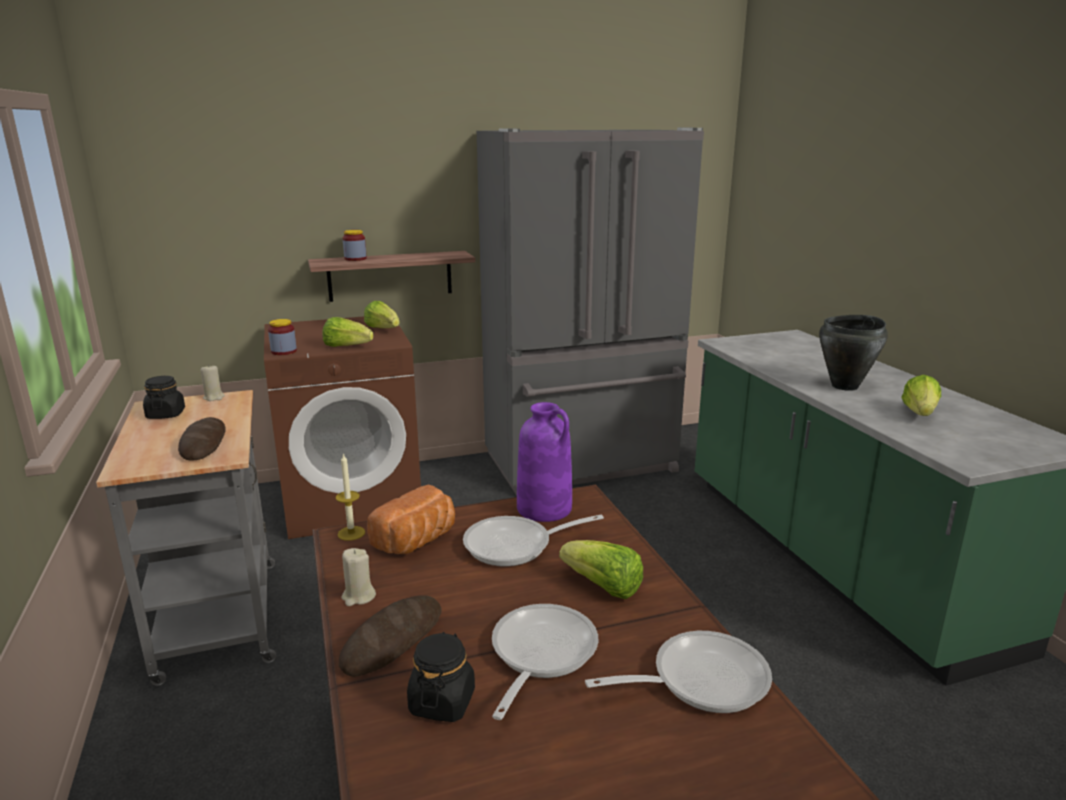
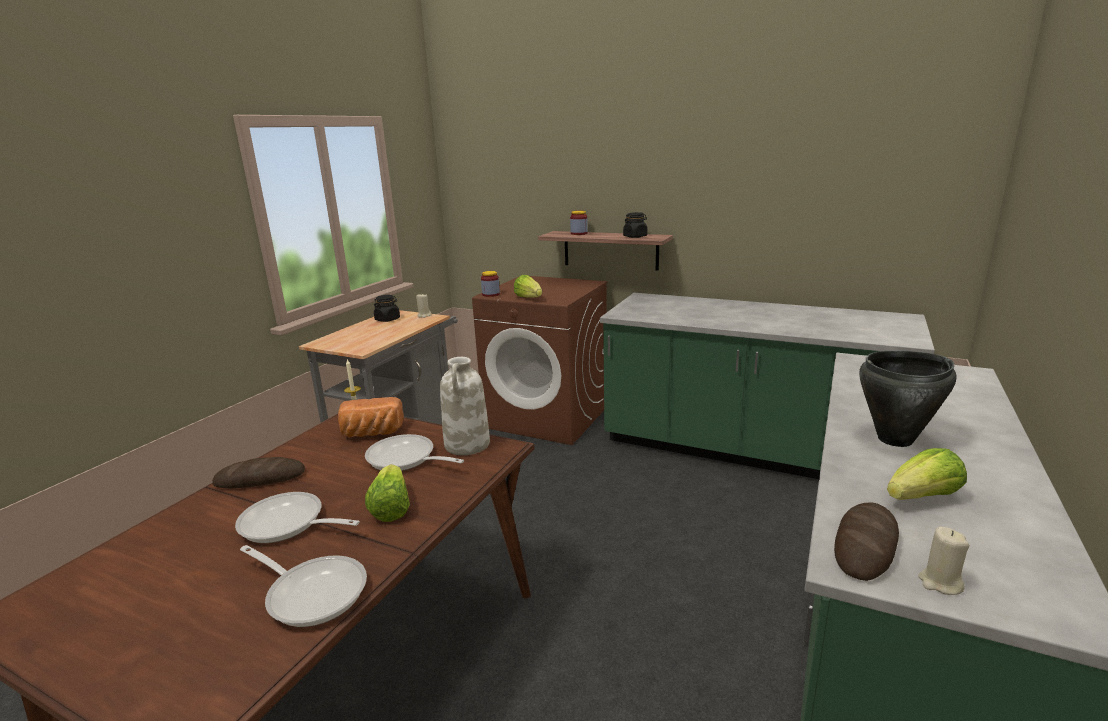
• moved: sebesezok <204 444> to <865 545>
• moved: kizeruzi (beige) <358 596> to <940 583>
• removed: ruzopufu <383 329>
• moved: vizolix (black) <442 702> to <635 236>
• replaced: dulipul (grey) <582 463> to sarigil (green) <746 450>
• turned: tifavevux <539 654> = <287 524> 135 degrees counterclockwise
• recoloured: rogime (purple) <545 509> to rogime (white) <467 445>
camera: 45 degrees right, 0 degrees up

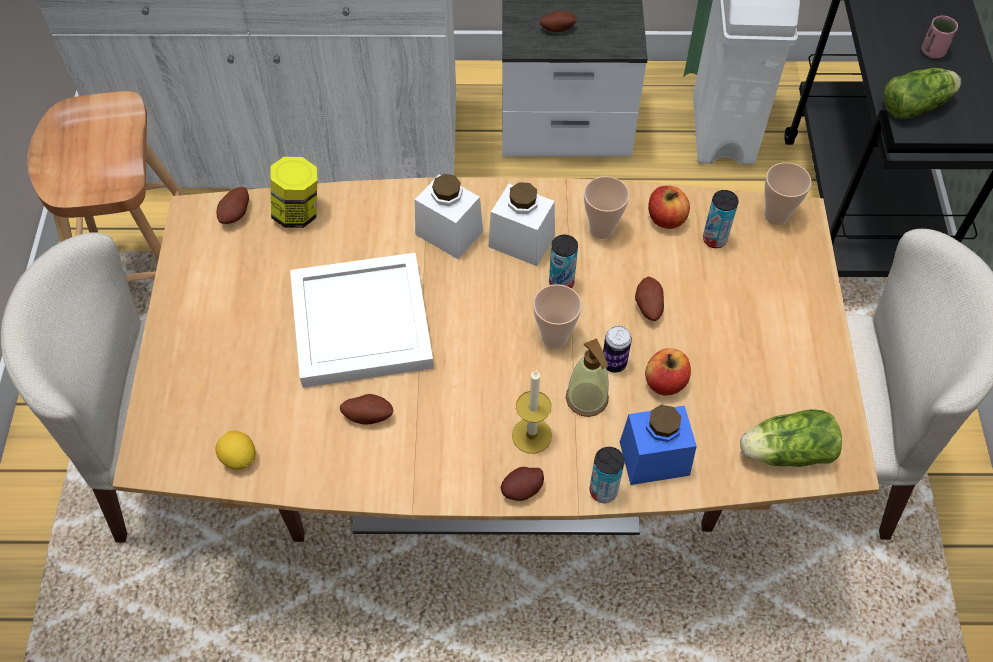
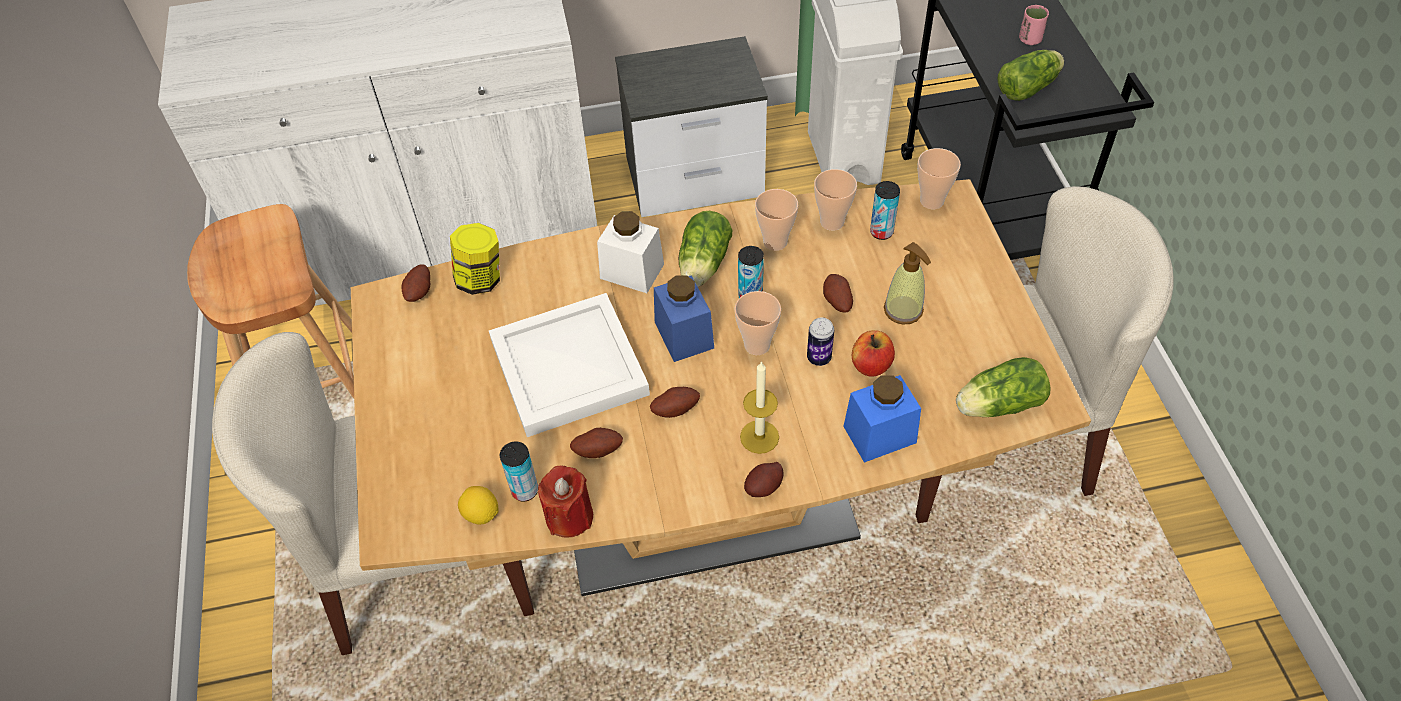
• replaced: vizolix (white) <521 241> to ruzopufu <702 266>
• moved: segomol <557 28> to <675 409>
• moved: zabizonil <587 399> to <903 310>
• moved: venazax <603 491> to <525 490>
• replaced: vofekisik <666 218> to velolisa <832 222>
• added: kizeruzi (red) <569 516>
• added: vizolix (blue) <684 335>
camera: 10 degrees left, 5 degrees down

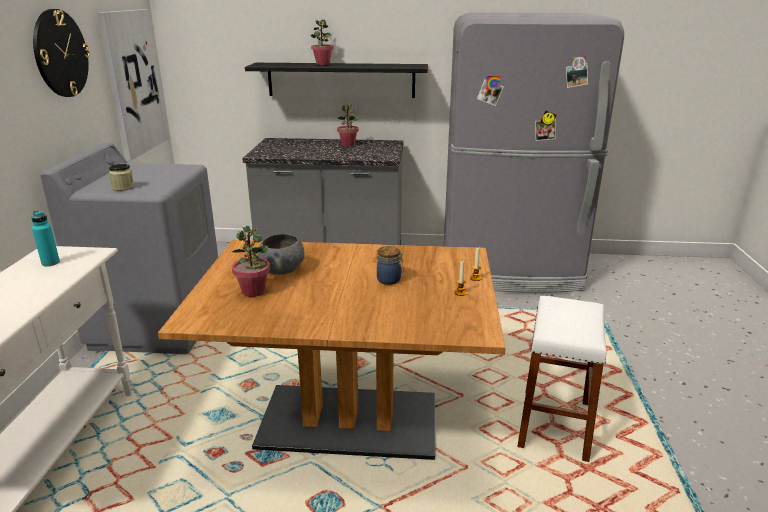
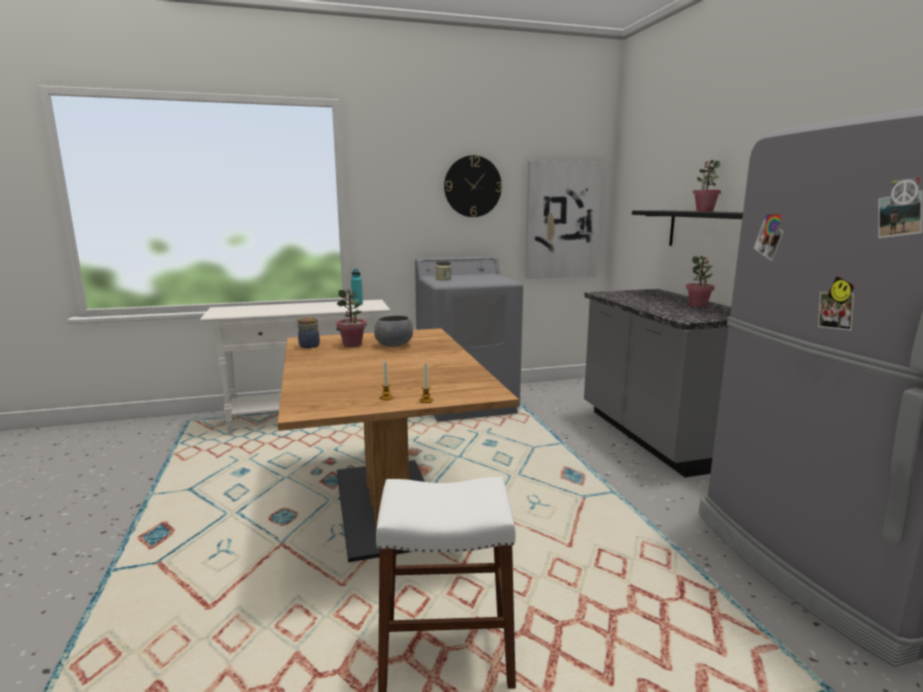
• moved: vizolix <390 280> to <309 346>
camera: 70 degrees right, 10 degrees down

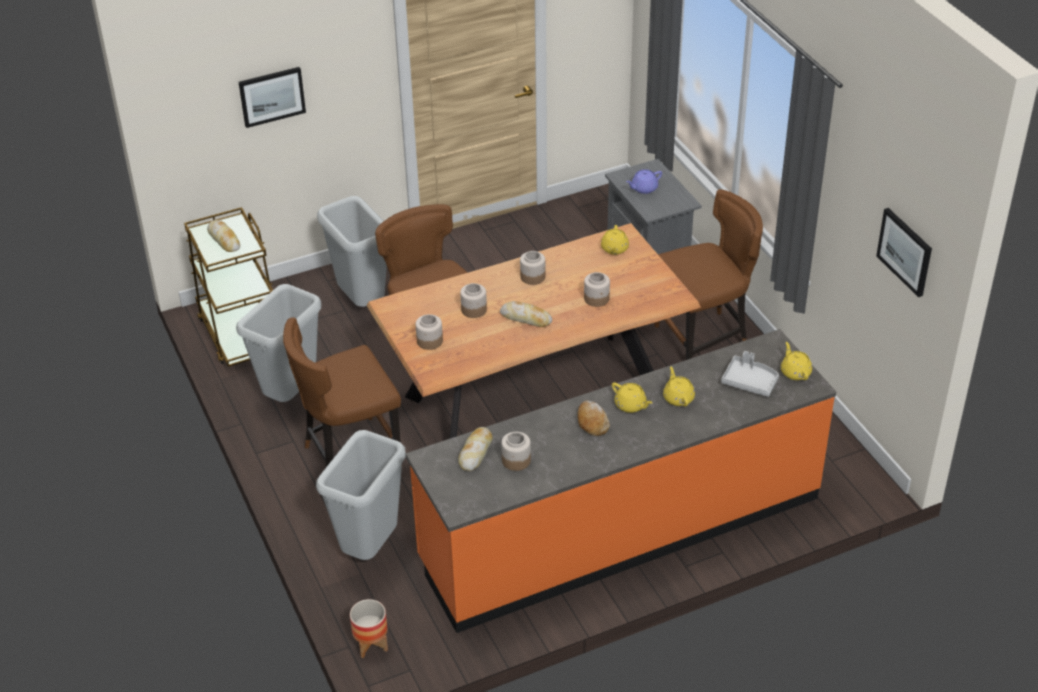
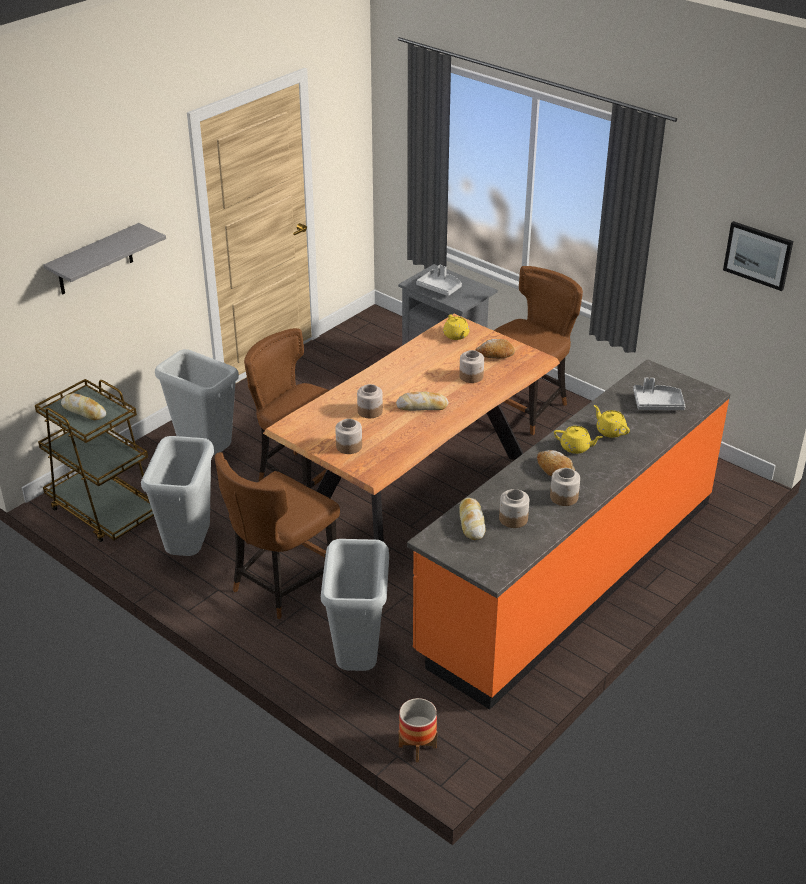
• replaced: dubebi <272 96> to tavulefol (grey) <95 260>
• moved: vizolix <533 277> to <564 497>
• replaced: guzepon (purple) <643 188> to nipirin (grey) <440 287>
• removed: guzepon (yellow) <795 372>
• added: sebesezok <495 354>
camera: 25 degrees left, 5 degrees down

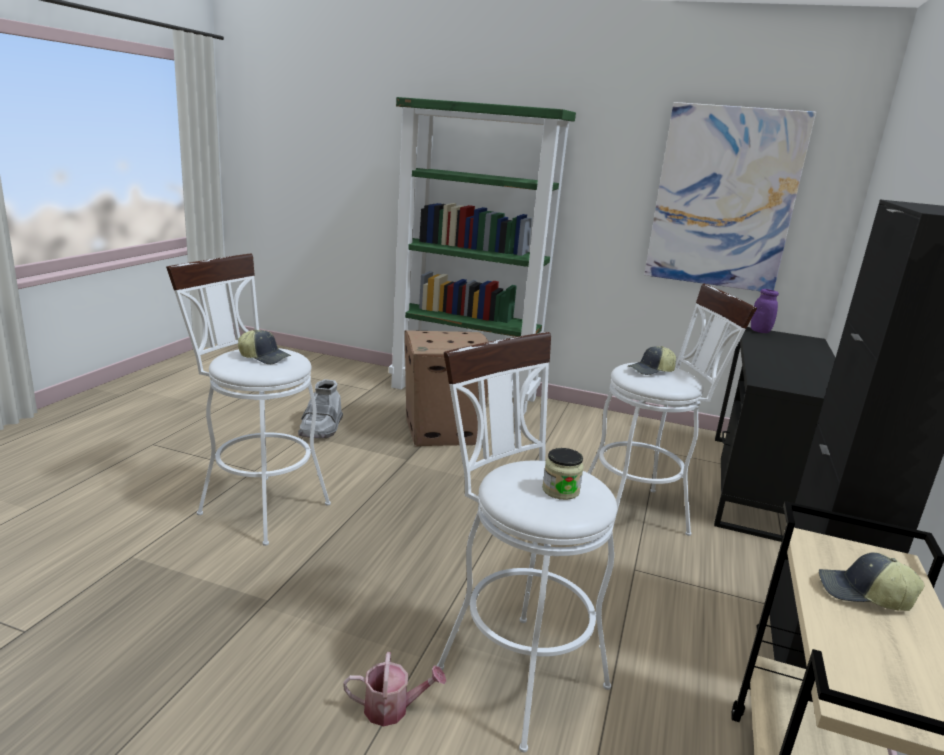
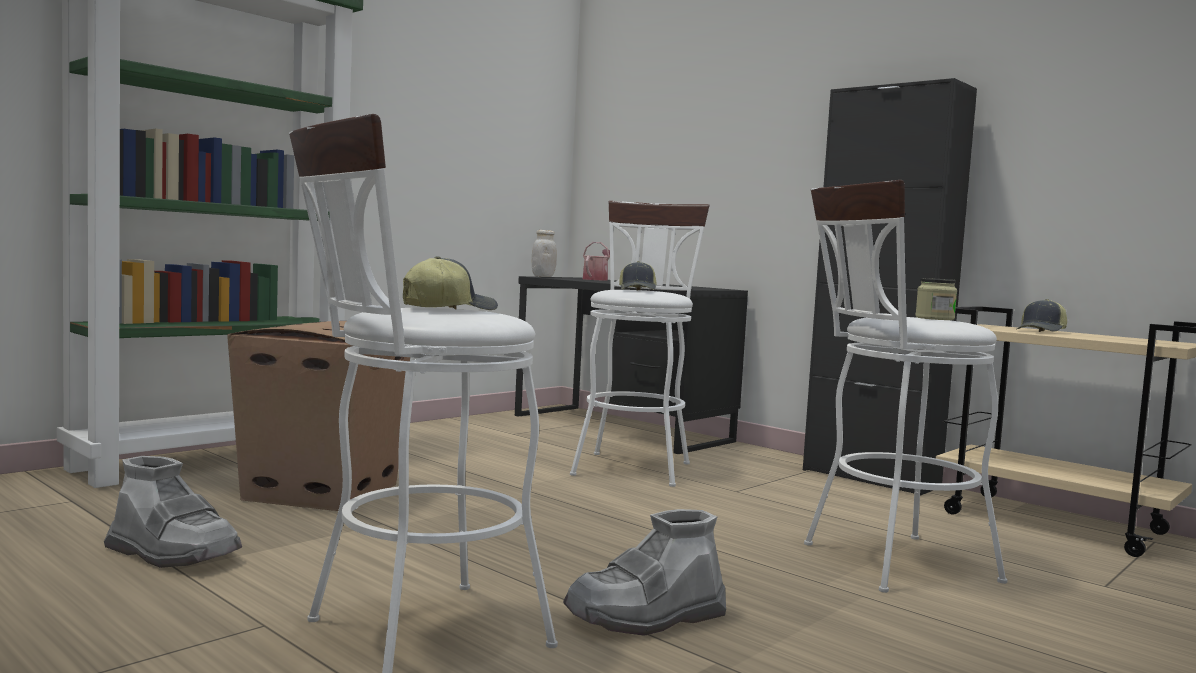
• moved: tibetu <392 708> to <596 279>
• removed: dubebi <724 198>
• recoloured: vizolix (purple) <760 331> to vizolix (white) <543 276>
• added: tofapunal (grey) <646 617>
camera: 65 degrees left, 15 degrees down

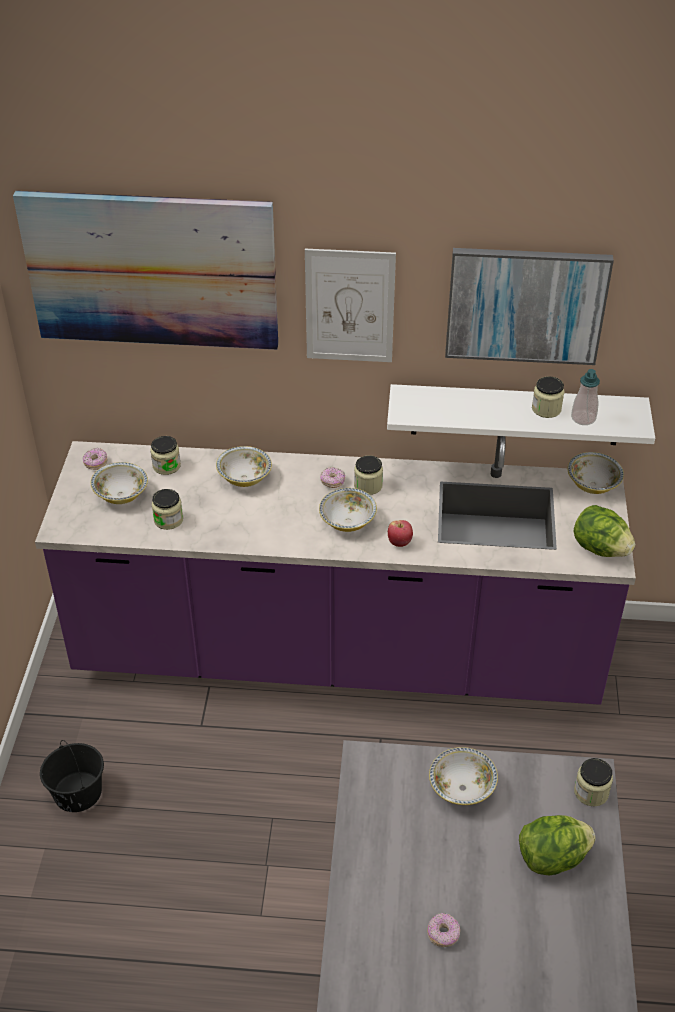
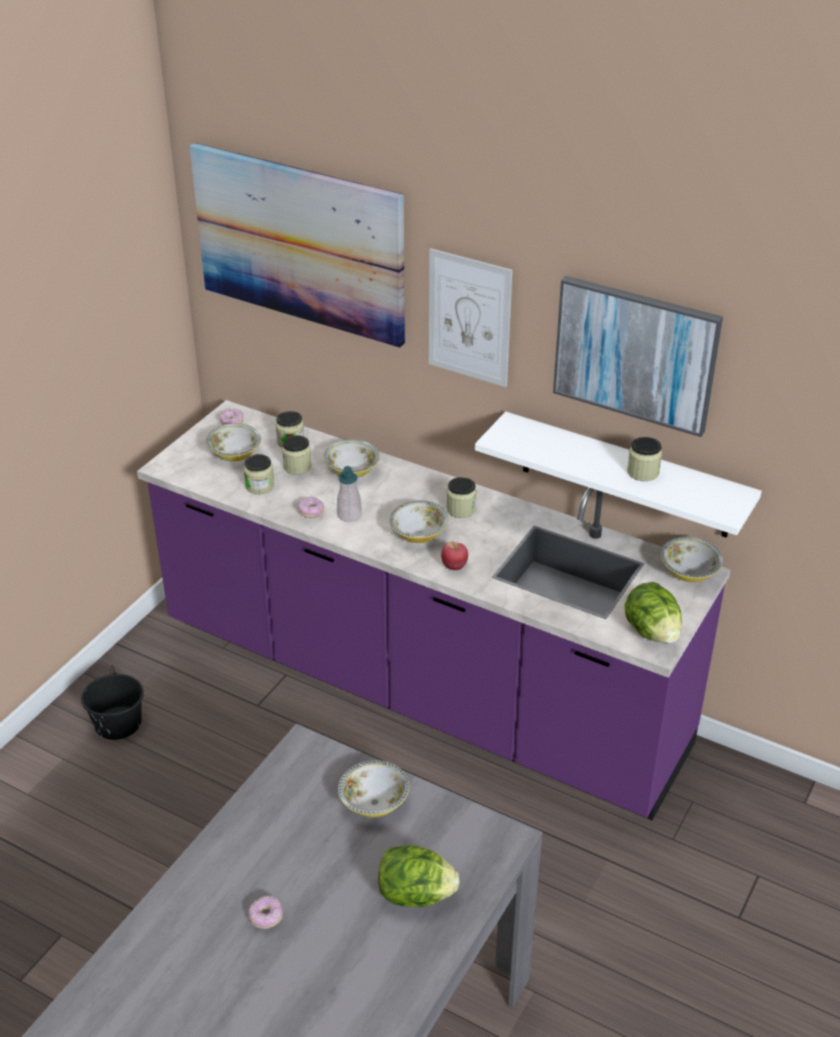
• moved: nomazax <332 482> to <311 512>
• moved: zabizonil <583 418> to <349 515>
• moved: vizolix <591 792> to <297 466>
camera: 25 degrees right, 5 degrees down

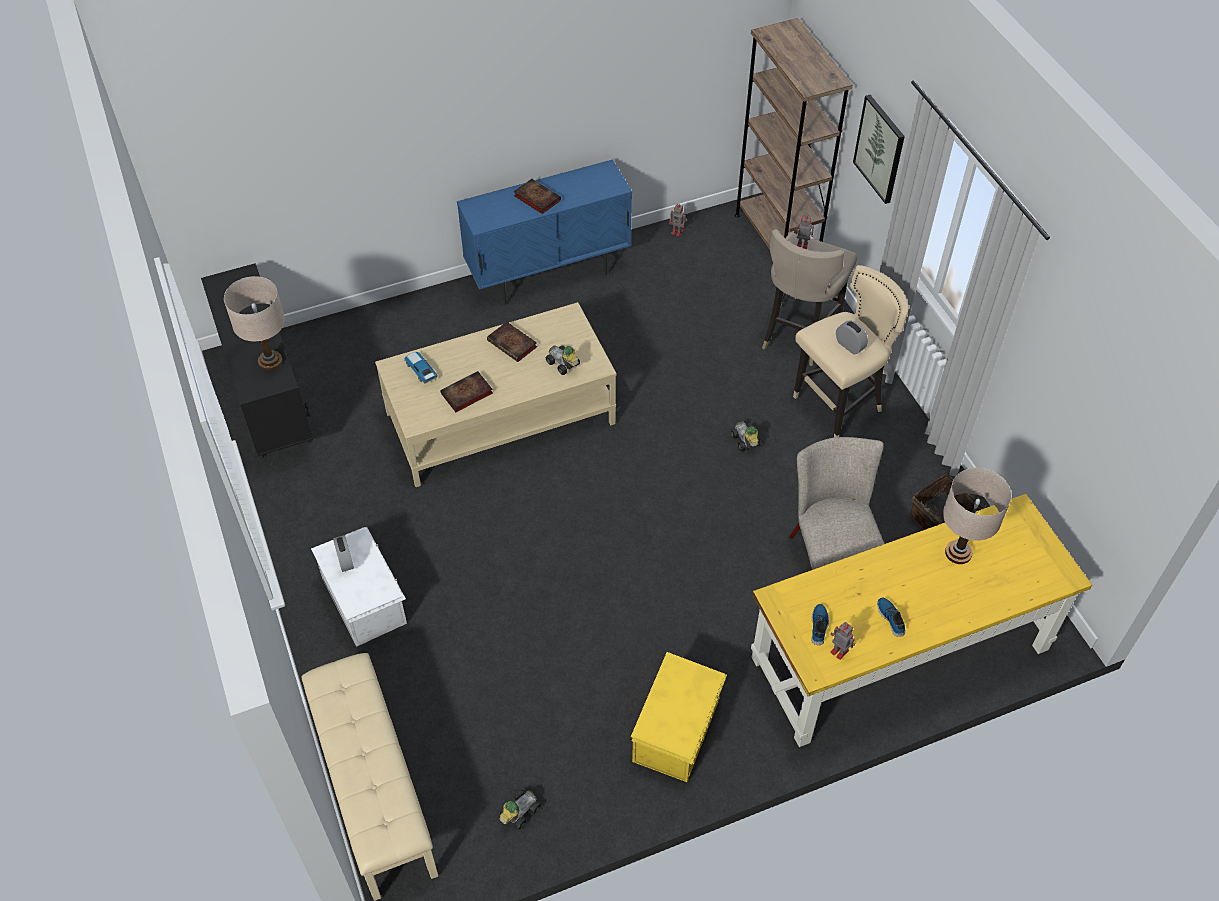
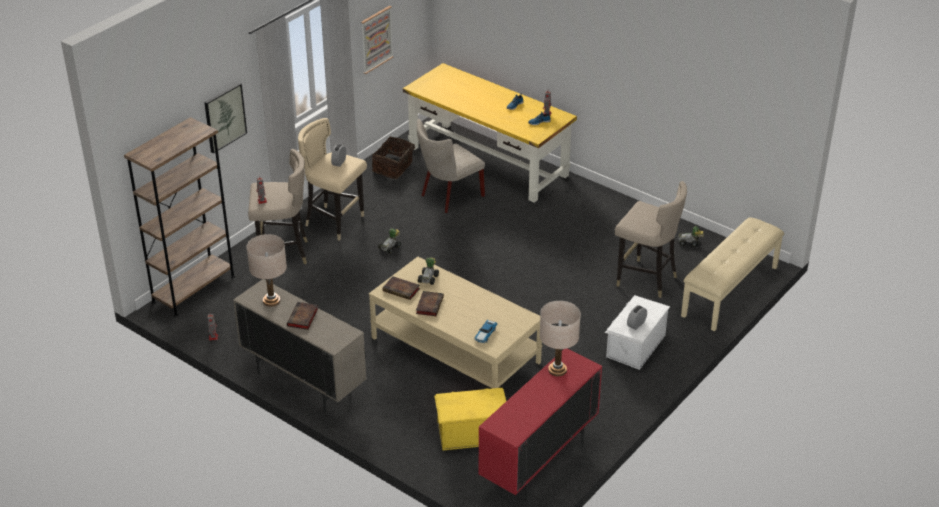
• recoloured: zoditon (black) <271 407> to zoditon (red) <539 464>
• moved: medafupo <466 394> to <402 290>
• recoloured: zoditon (blue) <548 274> to zoditon (beige) <303 382>
• moved: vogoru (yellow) <677 730> to <471 432>
• moved: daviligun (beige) <958 553> to <271 301>
• added: dubebi <376 39>
• added: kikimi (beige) <646 279>
camera: 120 degrees left, 15 degrees down

